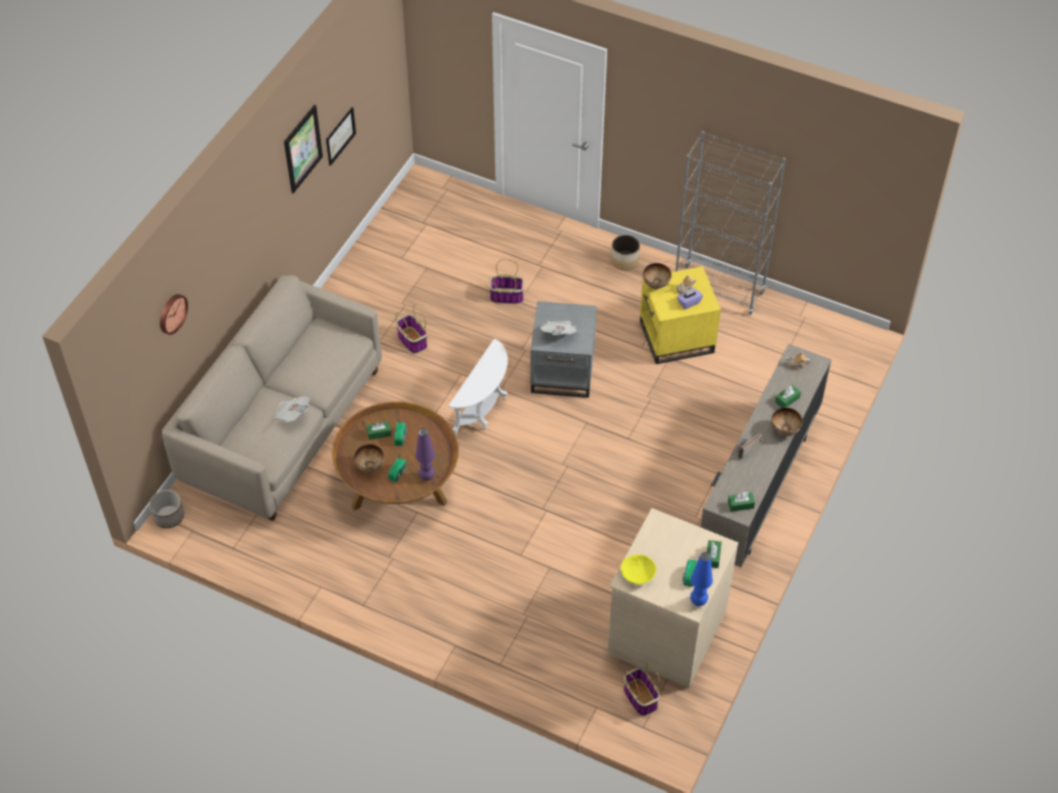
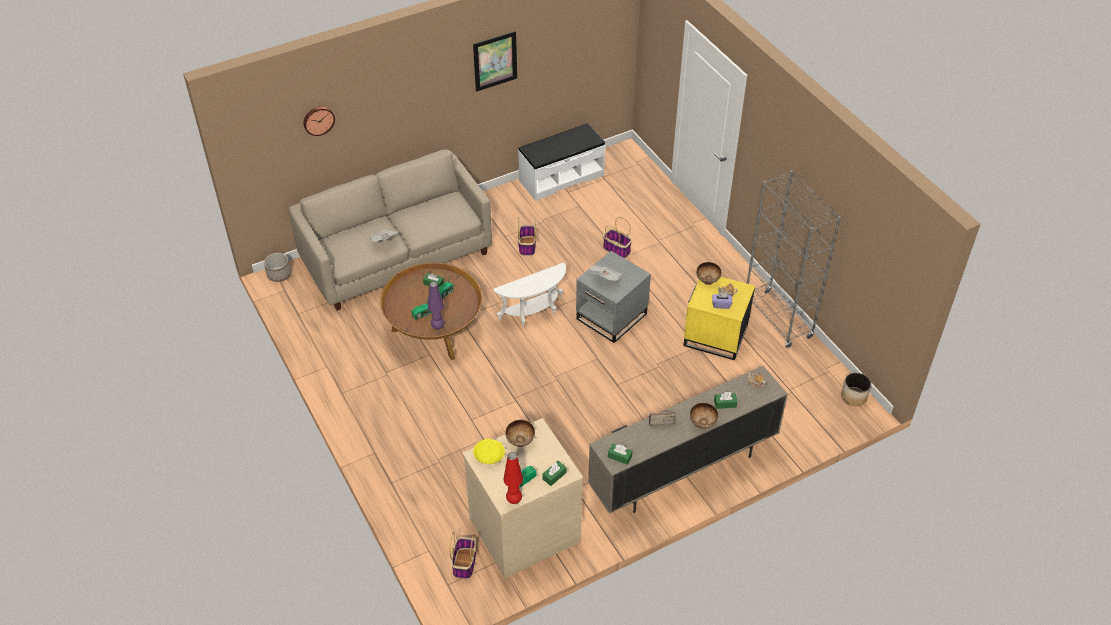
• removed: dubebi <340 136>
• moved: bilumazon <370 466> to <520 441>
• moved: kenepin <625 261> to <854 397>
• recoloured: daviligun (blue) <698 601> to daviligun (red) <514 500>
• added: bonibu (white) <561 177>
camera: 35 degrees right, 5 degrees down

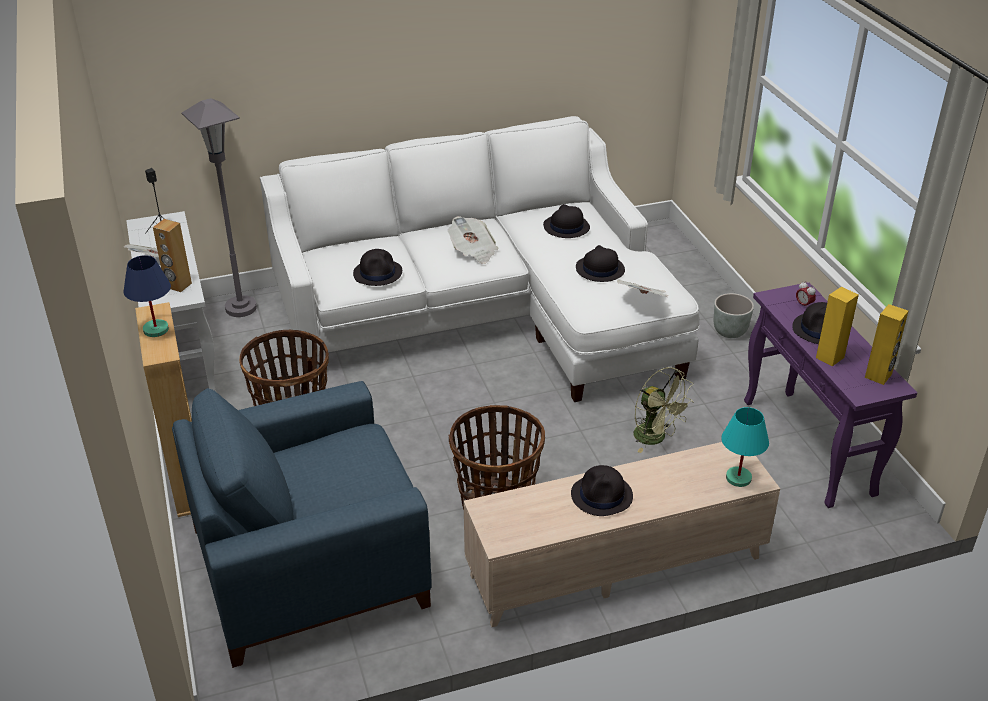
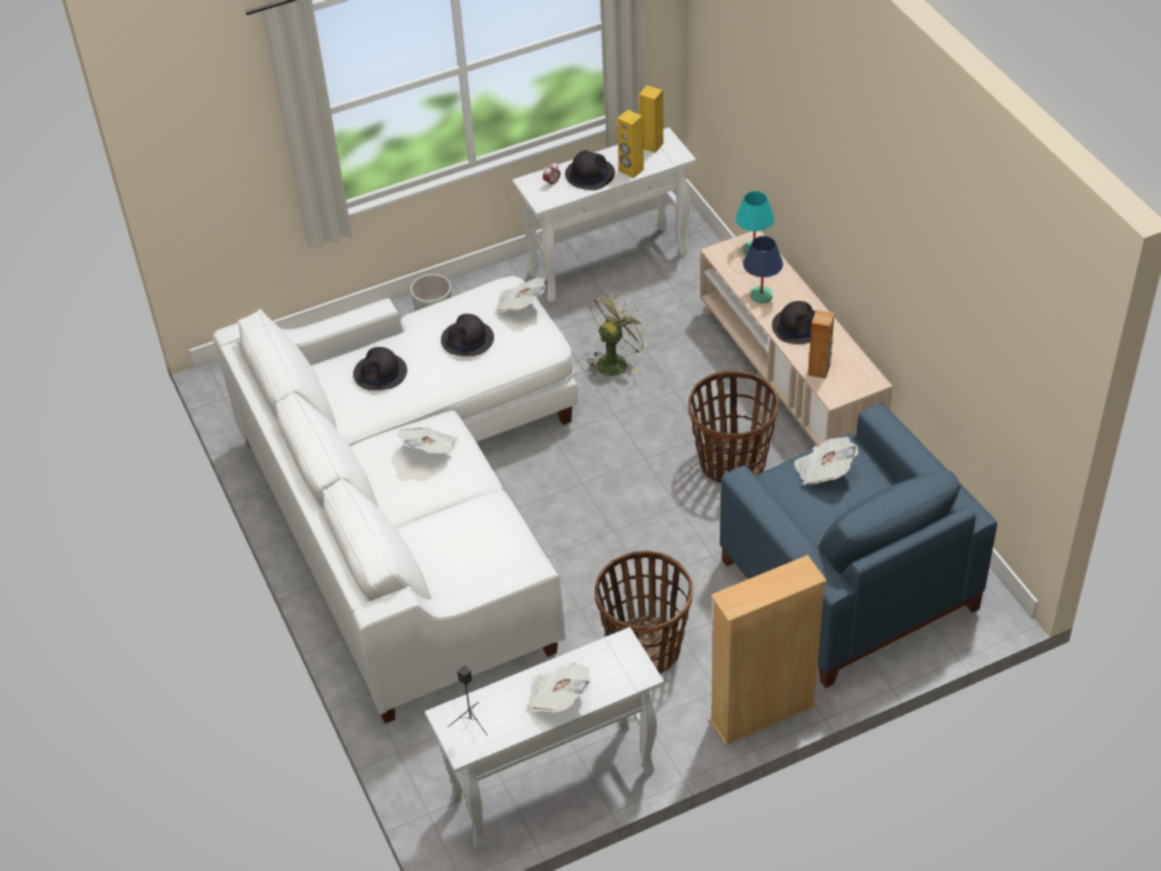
• moved: daviligun (blue) <156 330> to <762 295>
• moved: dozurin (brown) <178 285> to <819 370>
• removed: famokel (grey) <241 308>
• removed: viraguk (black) <378 273>
• recoloured: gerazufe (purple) <808 448> to gerazufe (white) <609 263>
• added: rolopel <824 471>
camera: 95 degrees left, 10 degrees up

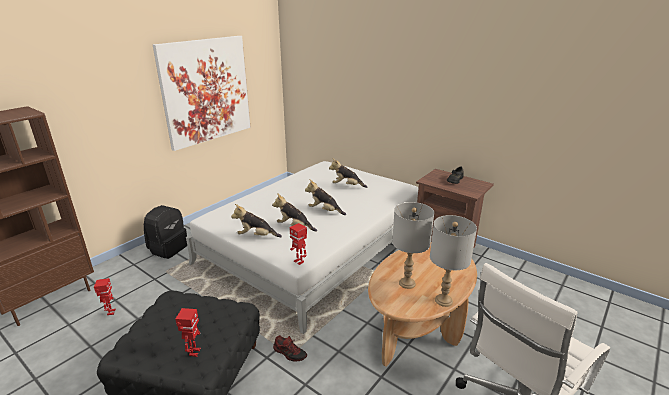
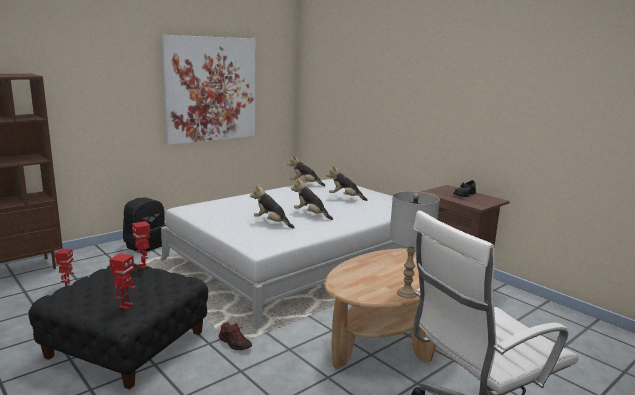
• moved: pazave <256 236> to <305 184>
• moved: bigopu <299 261> to <143 266>
• removed: daviligun (grey) <407 283>
camera: 10 degrees right, 10 degrees down

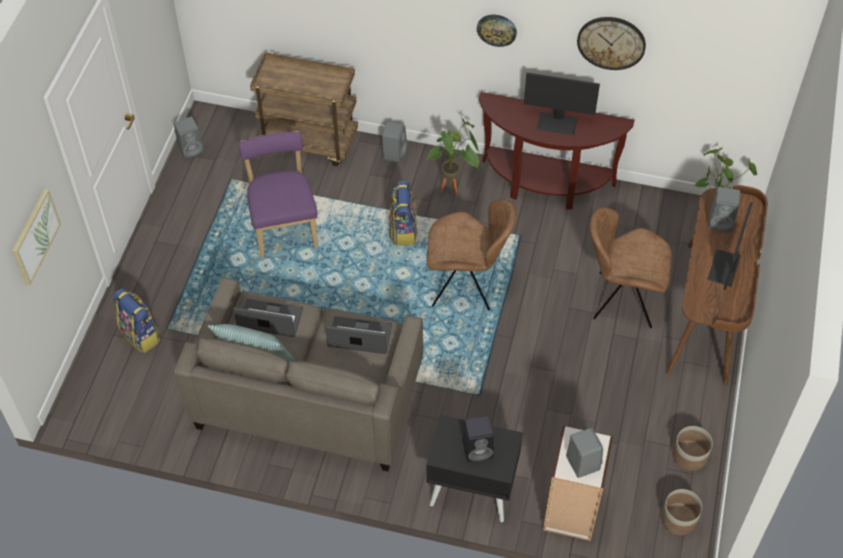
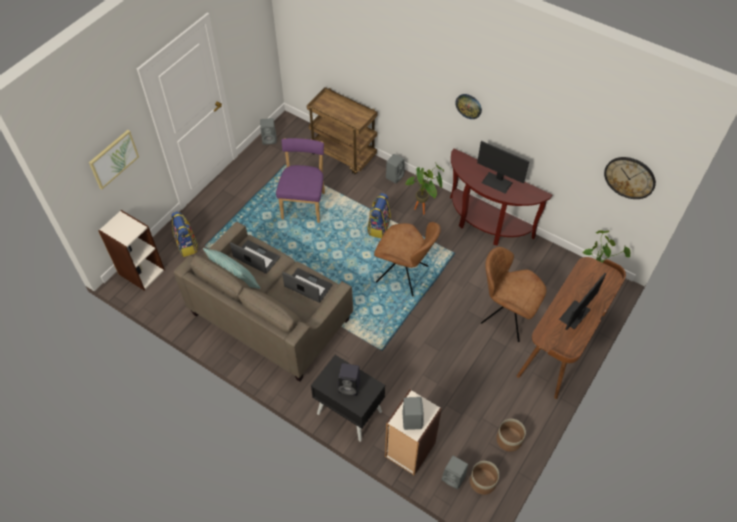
• moved: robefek <611 42> to <630 177>
• moved: dozurin (grey) <721 221> to <454 478>
• added: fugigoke <141 271>
camera: 20 degrees right, 0 degrees up

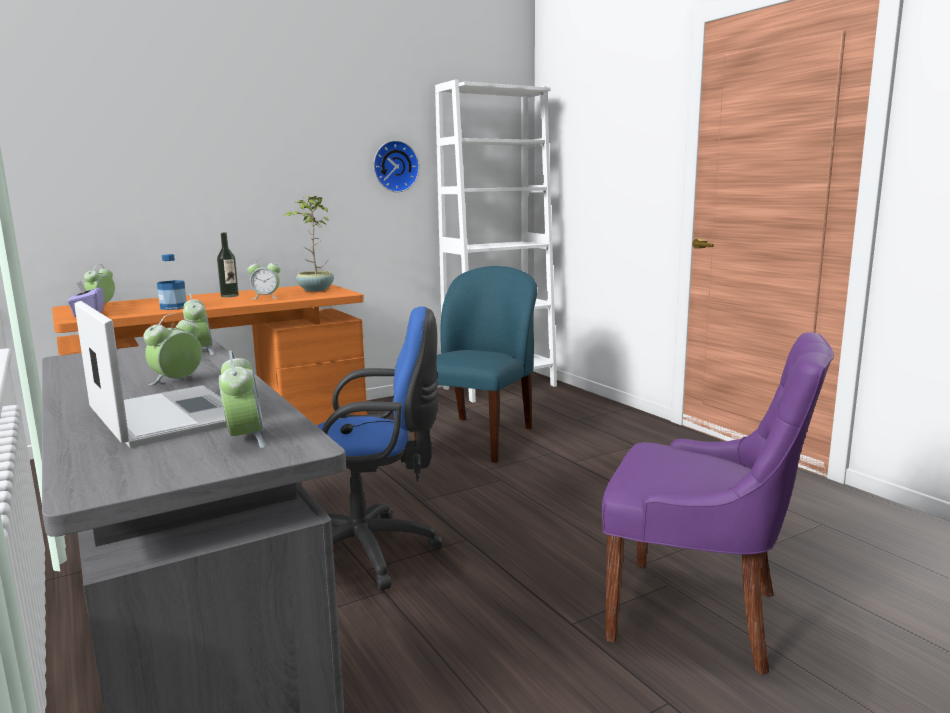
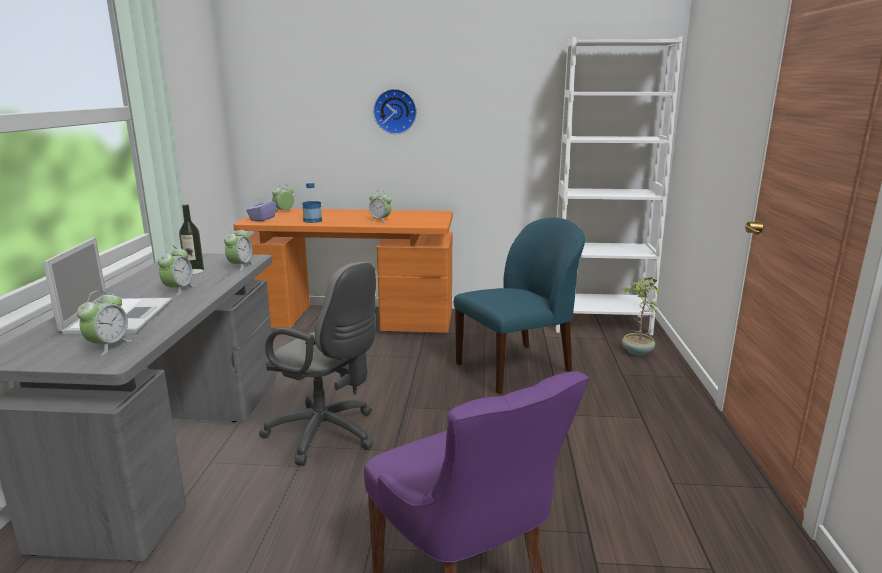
• turned: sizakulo <177 382> = <178 290> 120 degrees clockwise
• moved: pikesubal <229 296> to <194 271>
• moved: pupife <315 290> to <636 352>
• recoloured: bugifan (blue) <371 552> to bugifan (grey) <327 435>
• moved: robefek <394 166> to <395 111>
camera: 35 degrees right, 5 degrees up

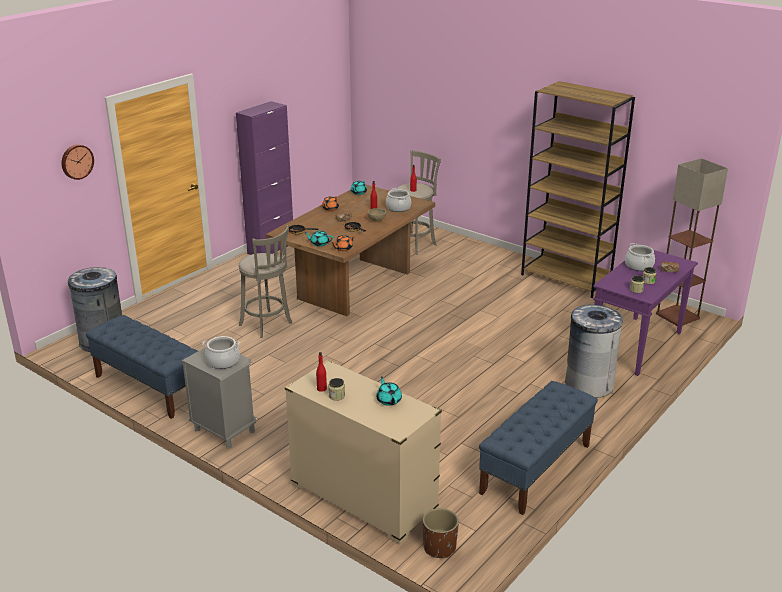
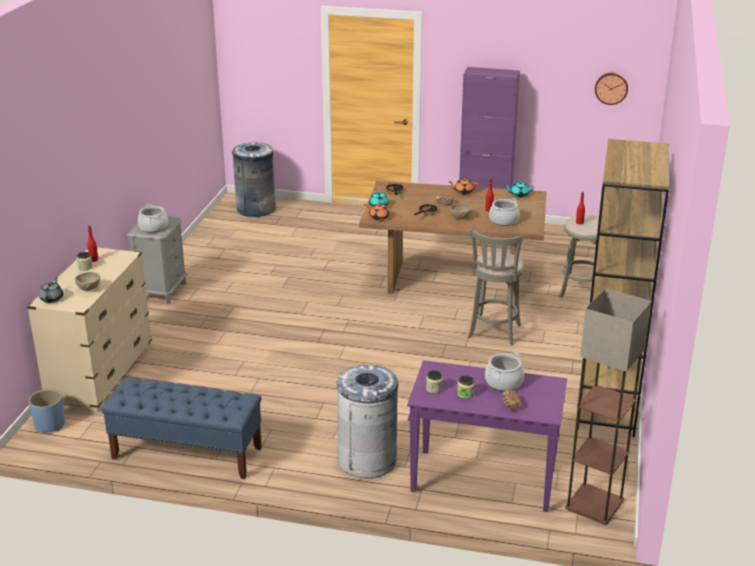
• moved: robefek <76 161> to <611 88>
• removed: bonibu (blue) <149 387>
• moved: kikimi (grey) <267 325> to <493 333>
• replaced: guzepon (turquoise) <388 400> to bilumazon (beige) <89 289>
• recoloured: kenepin (brown) <439 548> to kenepin (blue) <49 425>
• added: guzepon (grey) <52 298>
camera: 65 degrees right, 0 degrees up

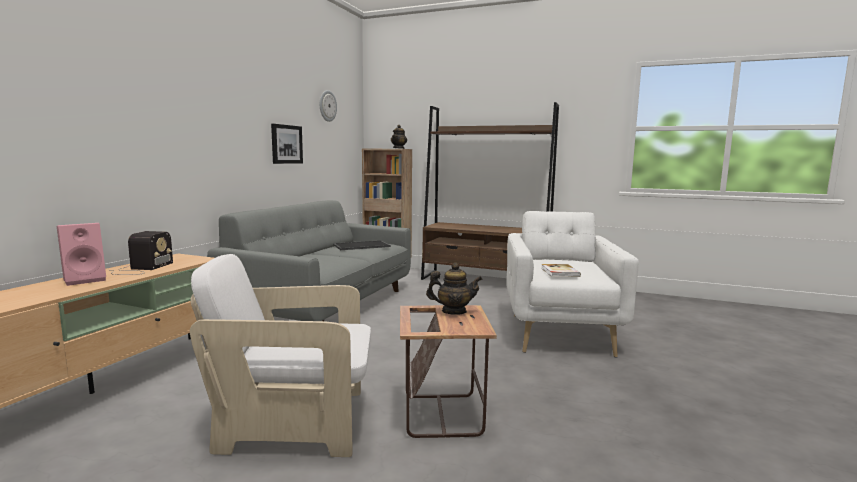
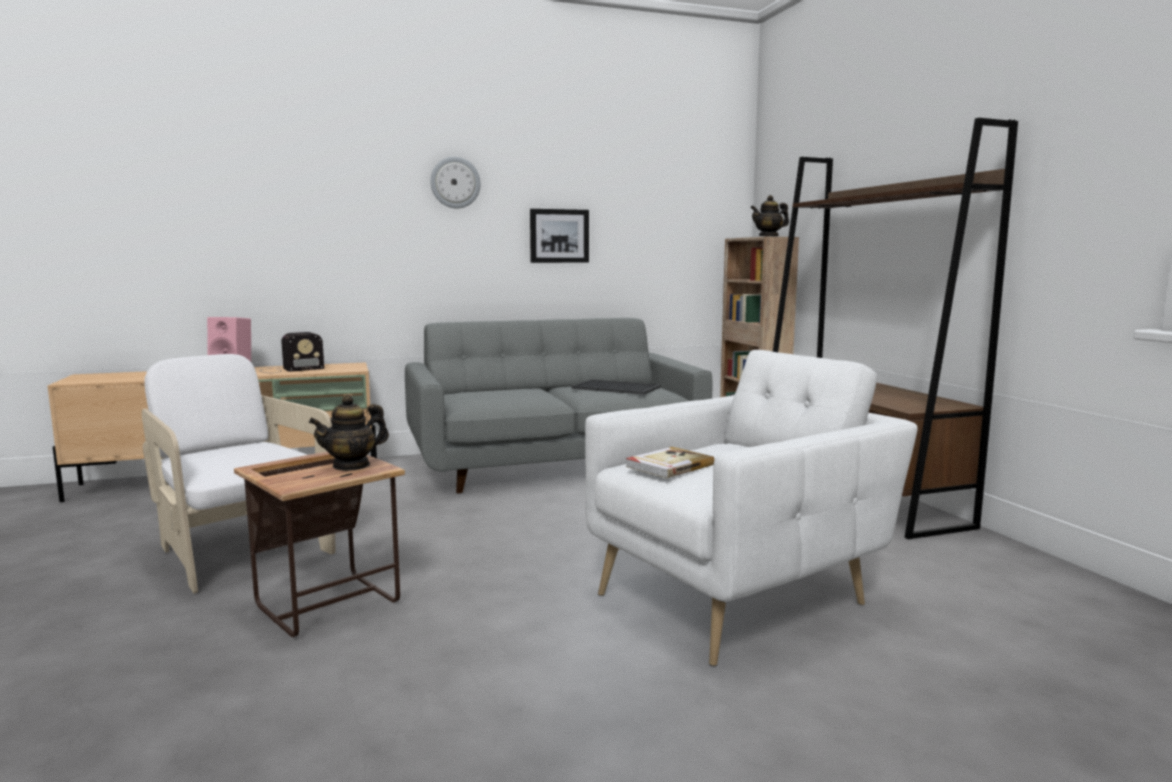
• moved: robefek <327 106> to <455 182>
• turned: guzepon <453 311> = <352 466> 90 degrees clockwise
camera: 50 degrees right, 0 degrees up

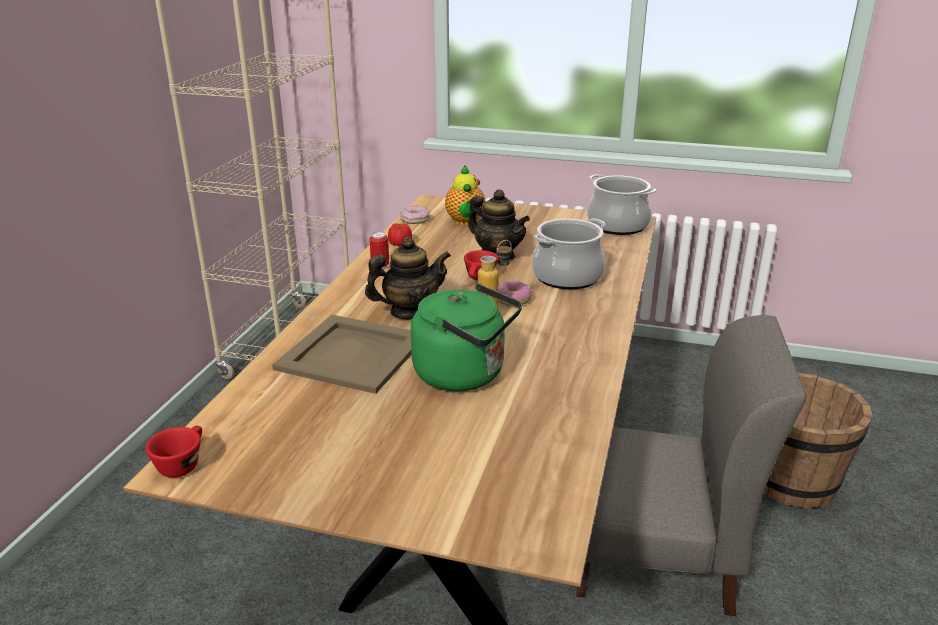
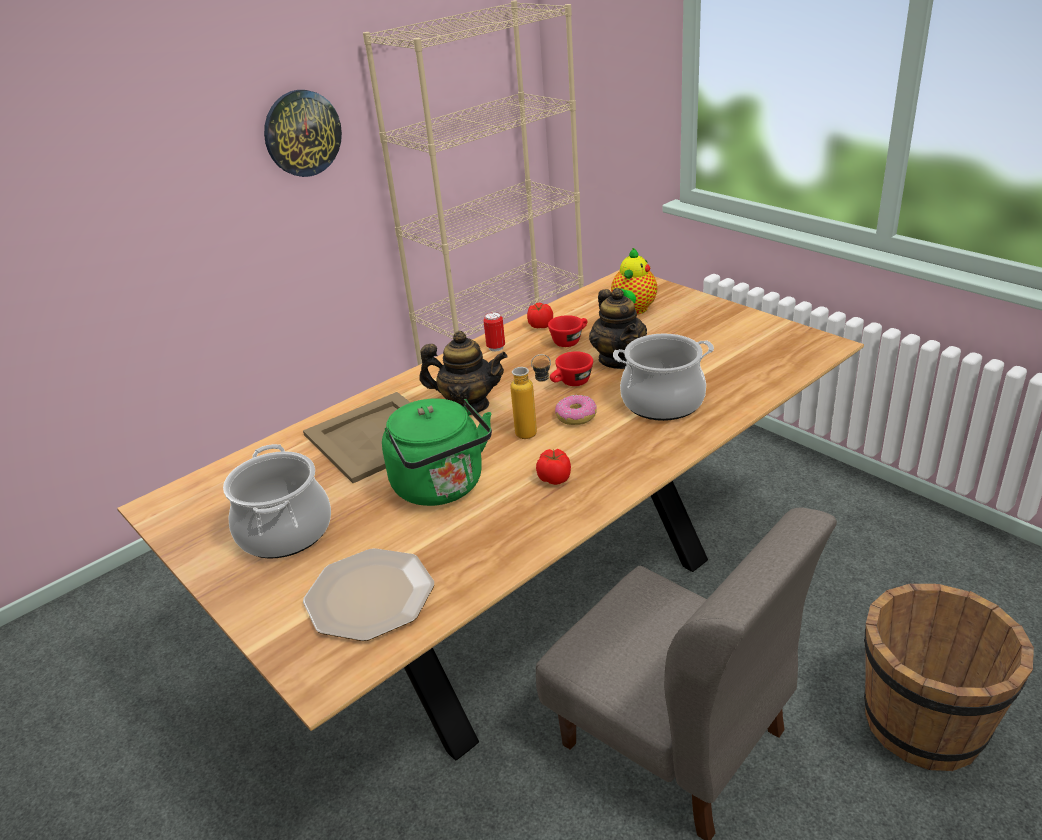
• moved: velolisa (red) <182 463> to <570 340>
• removed: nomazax <415 219>
• moved: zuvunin <617 225> to <284 531>
• added: robefek <302 133>
• added: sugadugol <370 595>
• added: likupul <555 478>
camera: 35 degrees right, 5 degrees up

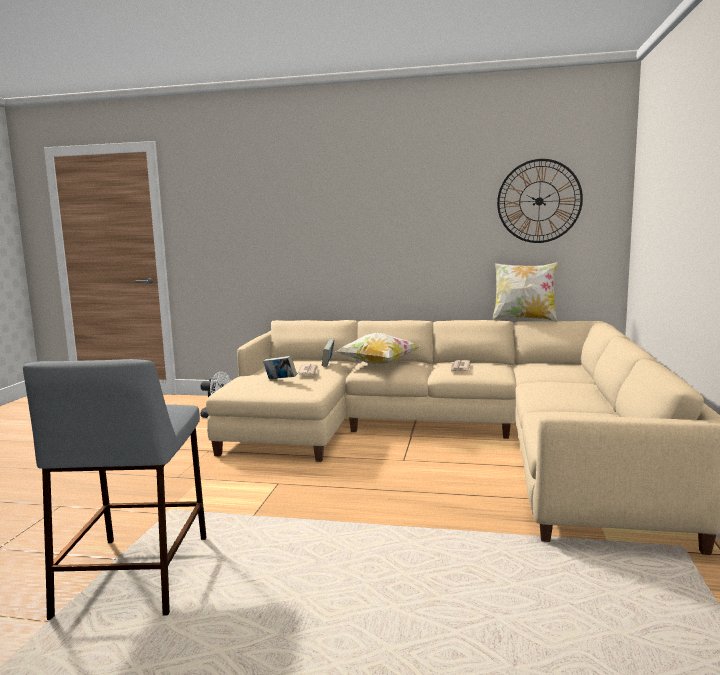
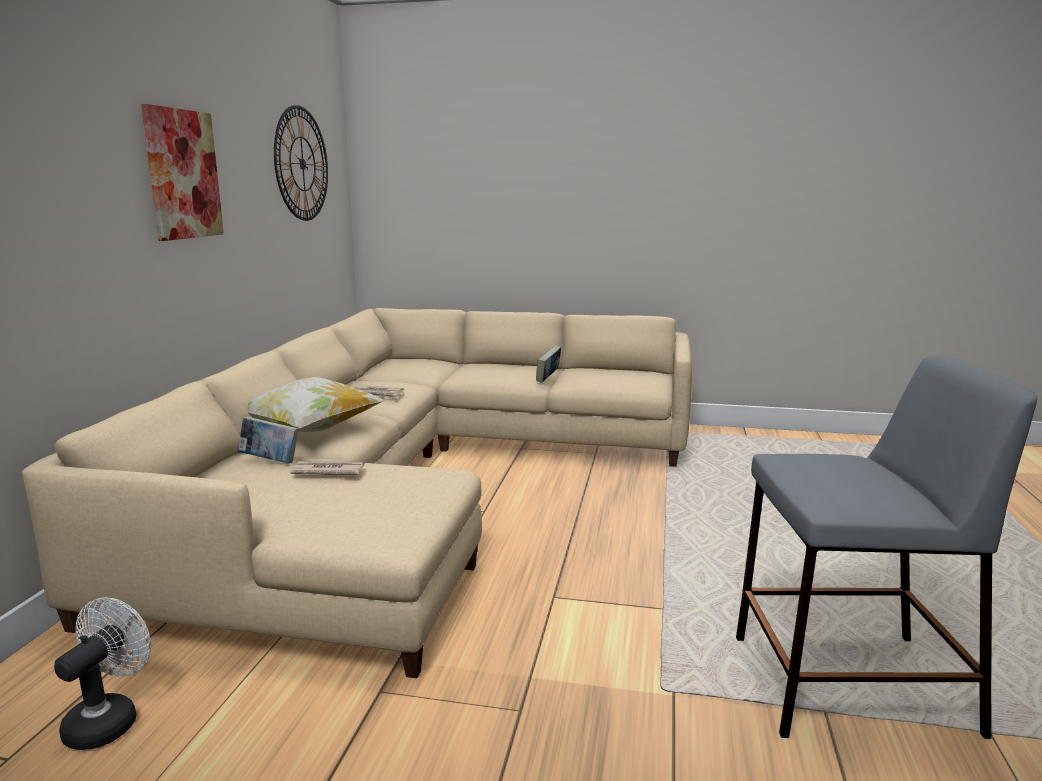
• moved: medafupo <280 380> to <548 379>
• removed: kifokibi <524 319>
• added: dubebi <182 174>
camera: 90 degrees left, 5 degrees up

